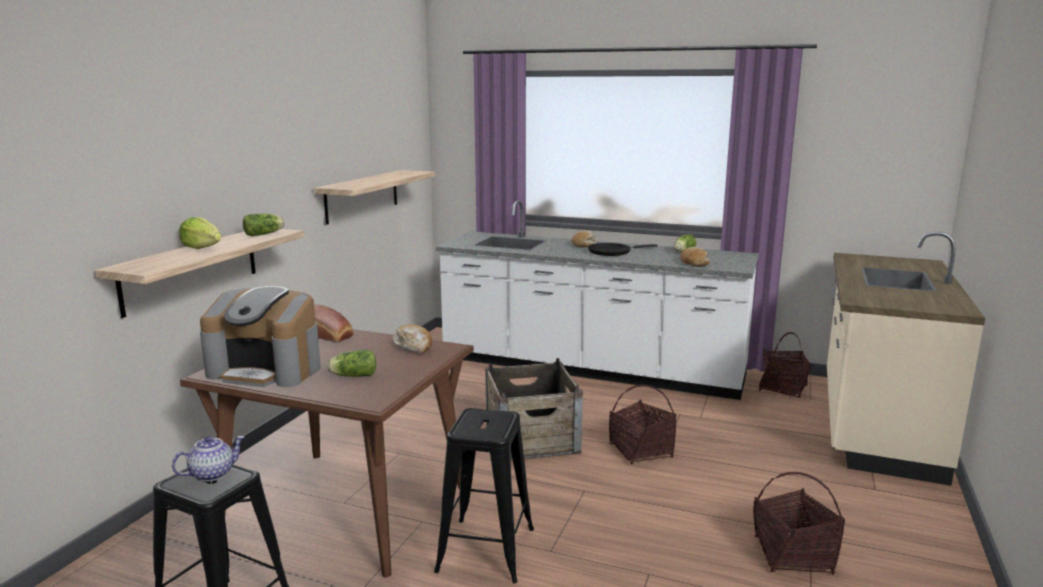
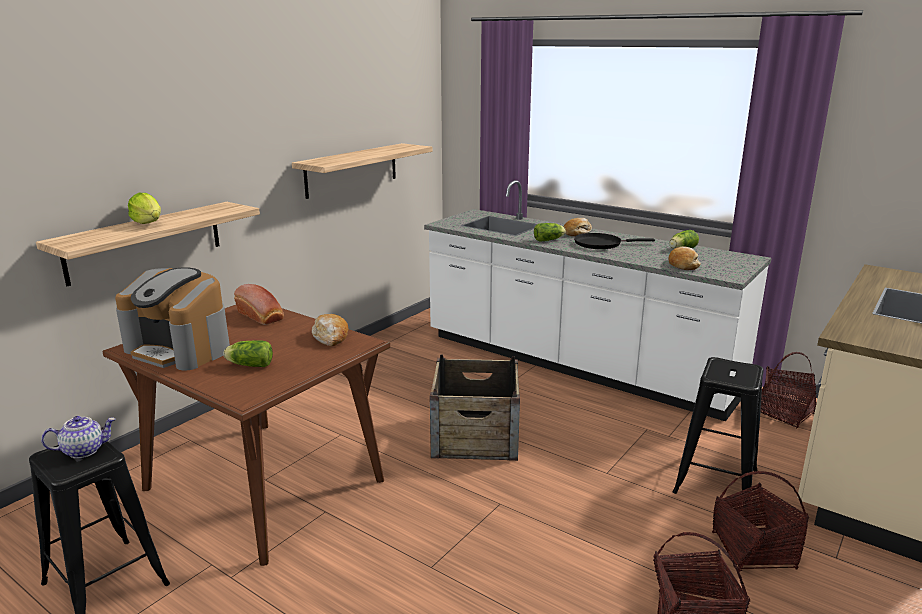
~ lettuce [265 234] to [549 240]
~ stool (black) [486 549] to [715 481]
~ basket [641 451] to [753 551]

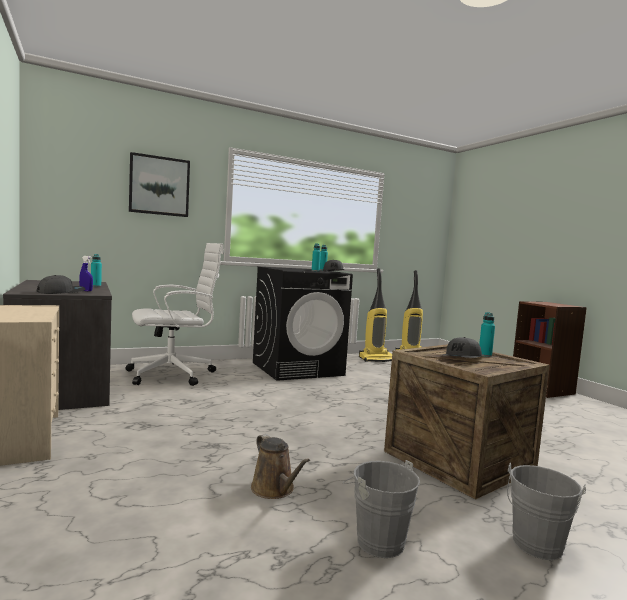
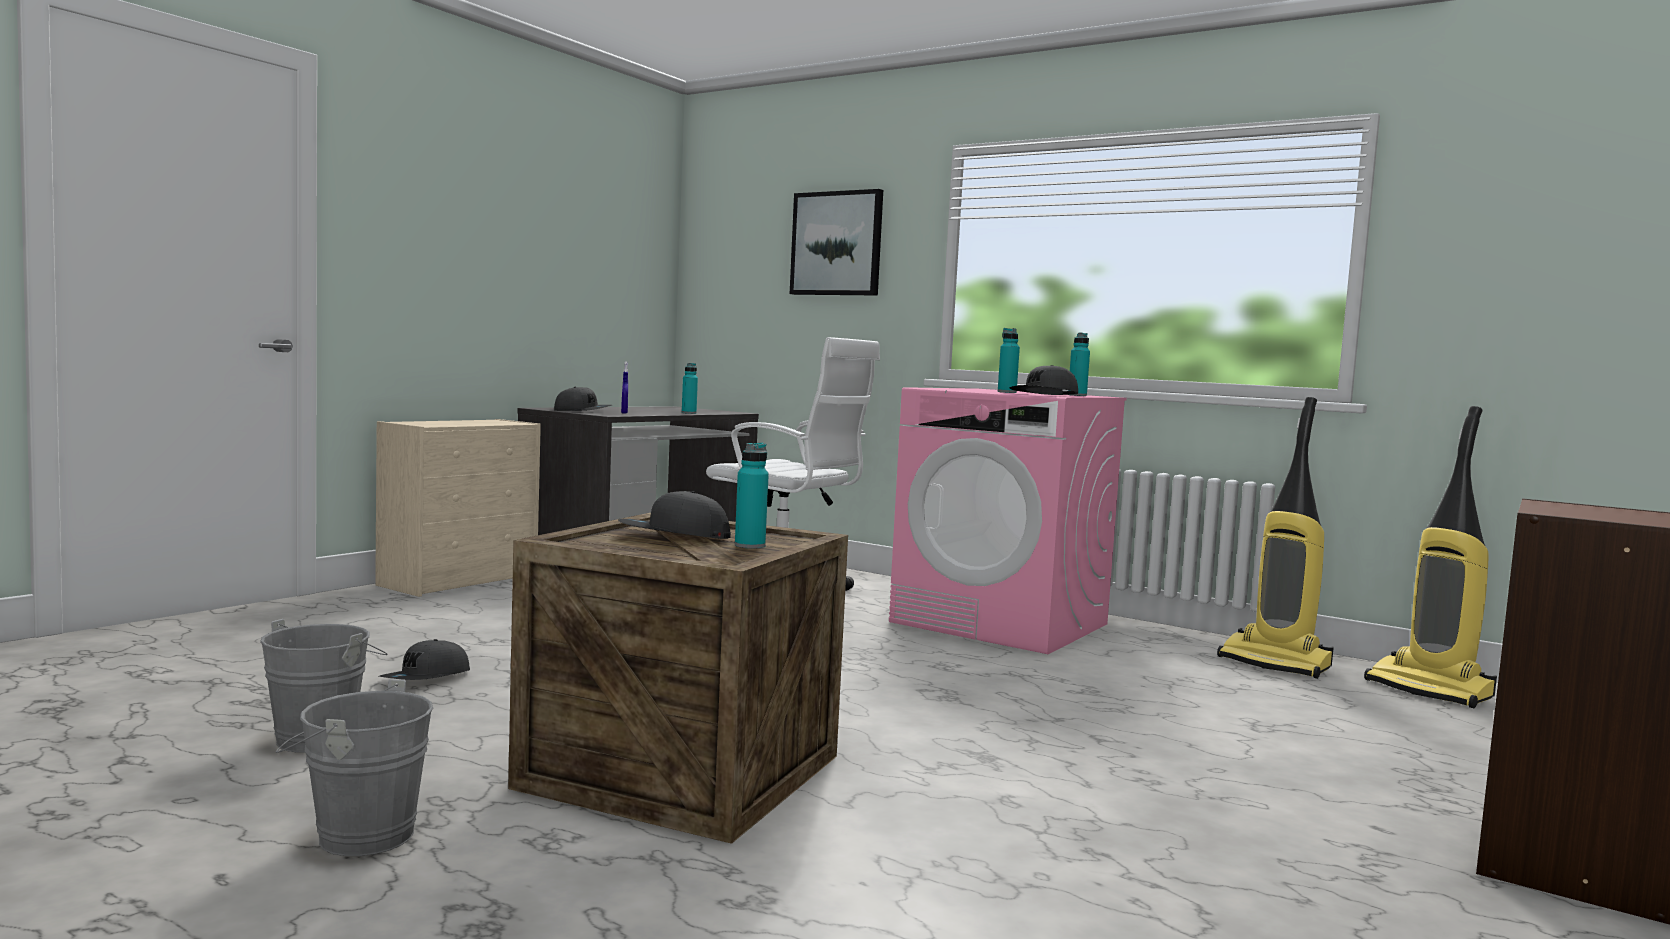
~ watering can (brown) [275 489] to cap (grey) [426 678]
~ washing machine (black) [298 369] to washing machine (pink) [1001 623]

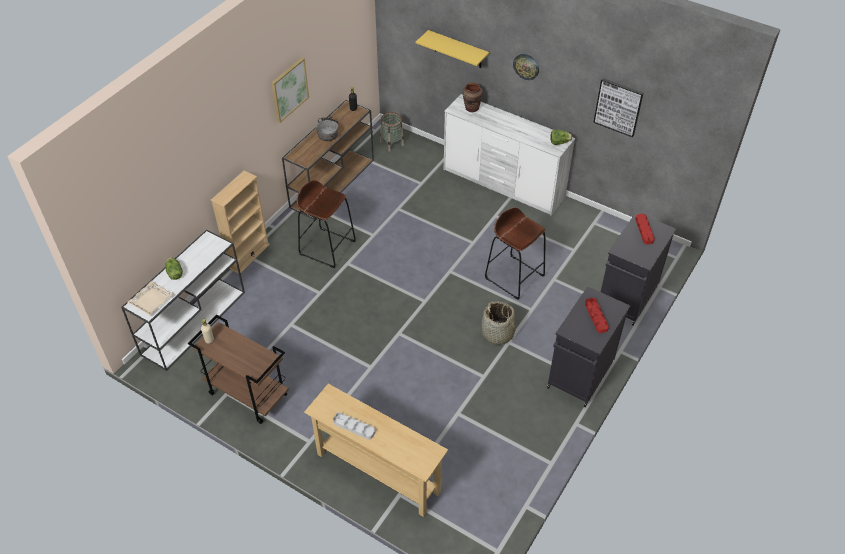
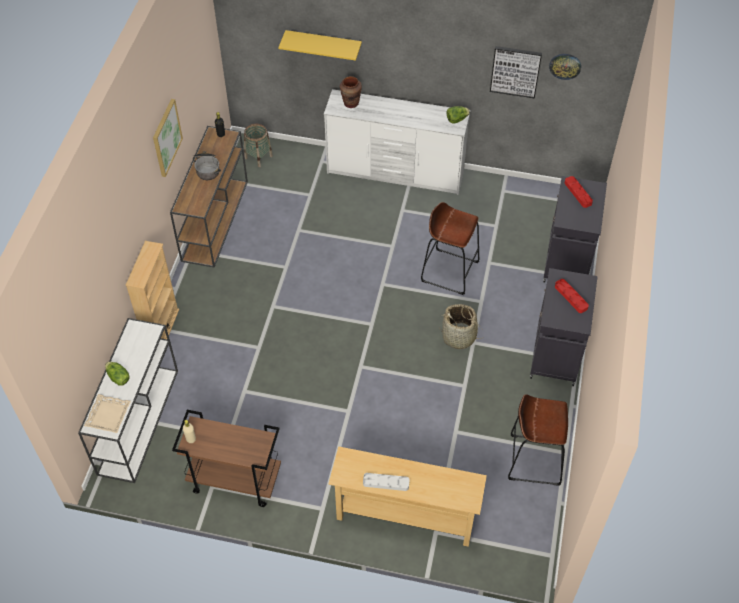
~ stool (brown) [327 247] to [534 459]
~ wall clock [526 66] to [565 66]

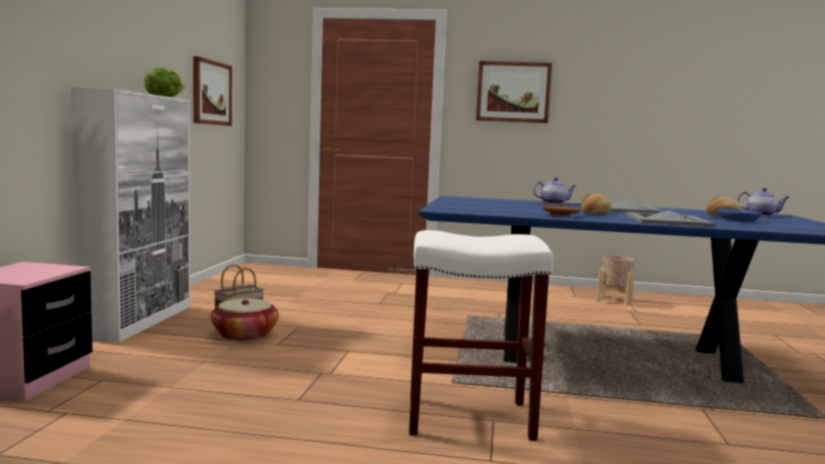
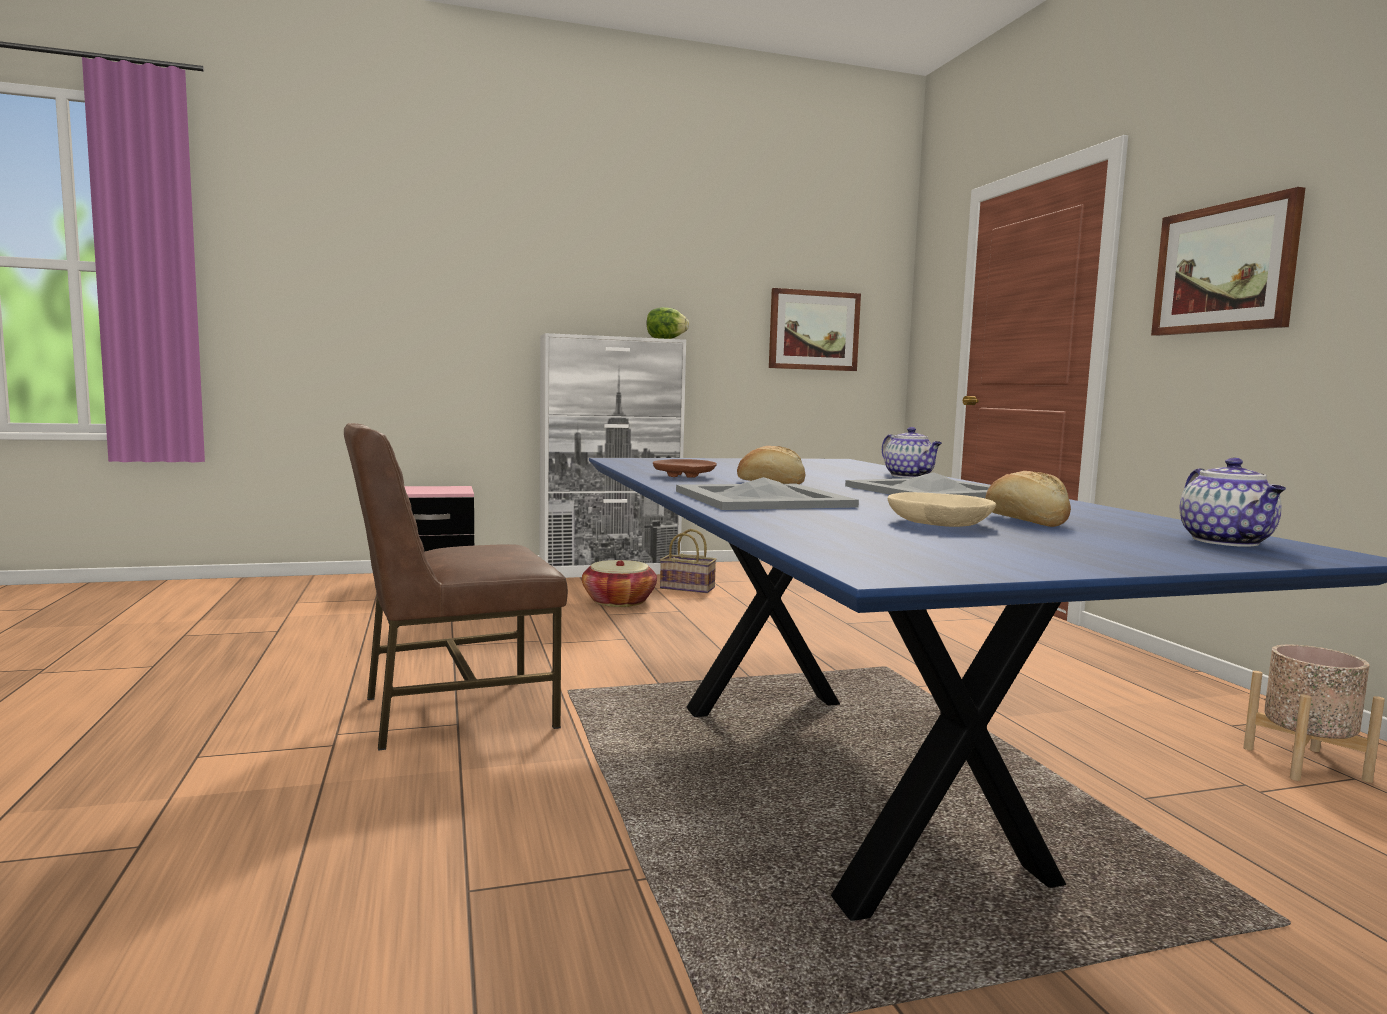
~ stool (white) [467 418] to chair (brown) [455 711]
~ bowl (blue) [738 220] to bowl (beige) [939 523]

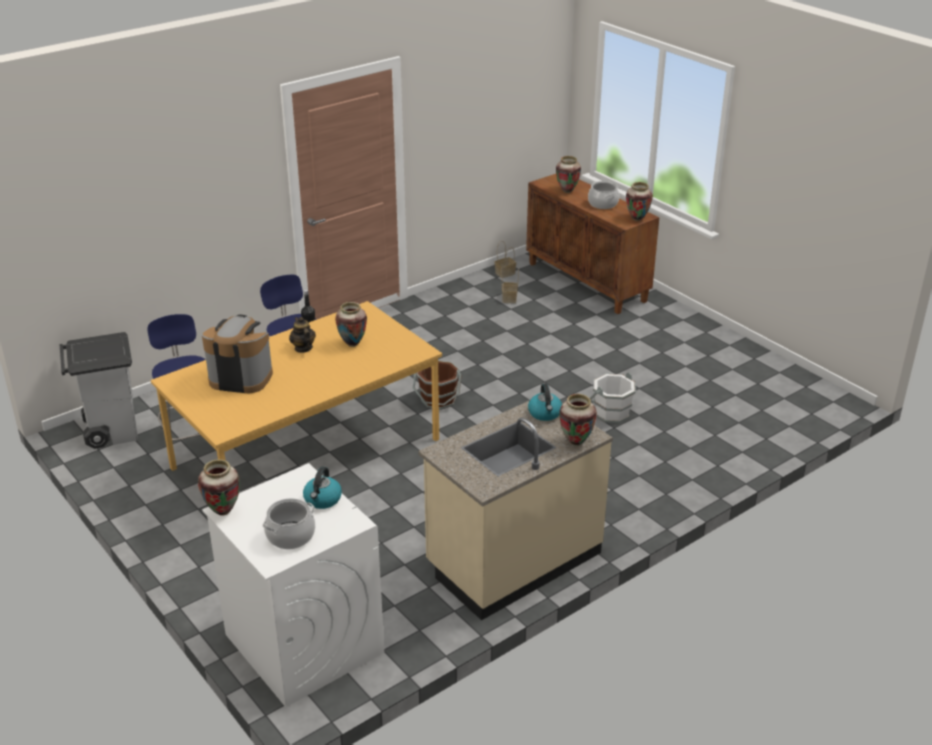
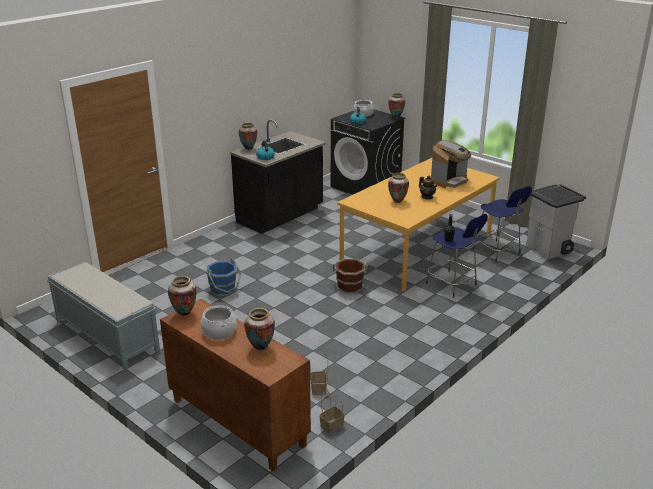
+ bench (grey) [106 334]
~ bucket (white) [611 413] to bucket (blue) [223 289]
~ counter (beige) [513 560] to counter (black) [280 216]
~ washing machine (white) [303 643] to washing machine (black) [366 186]
~ coffee machine [240 378] = [449 181] 45 degrees counterclockwise

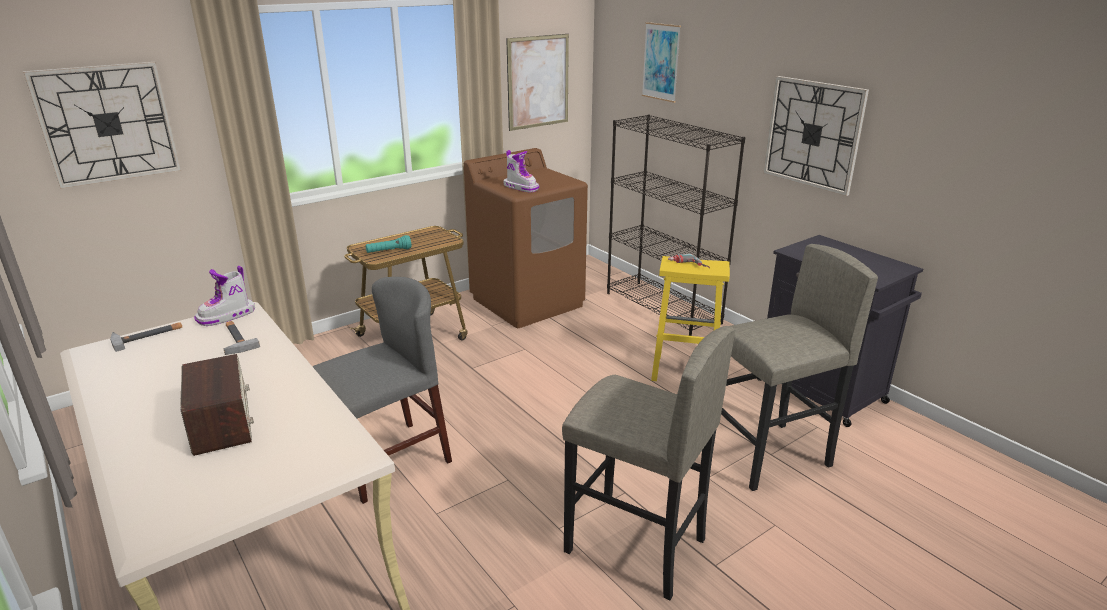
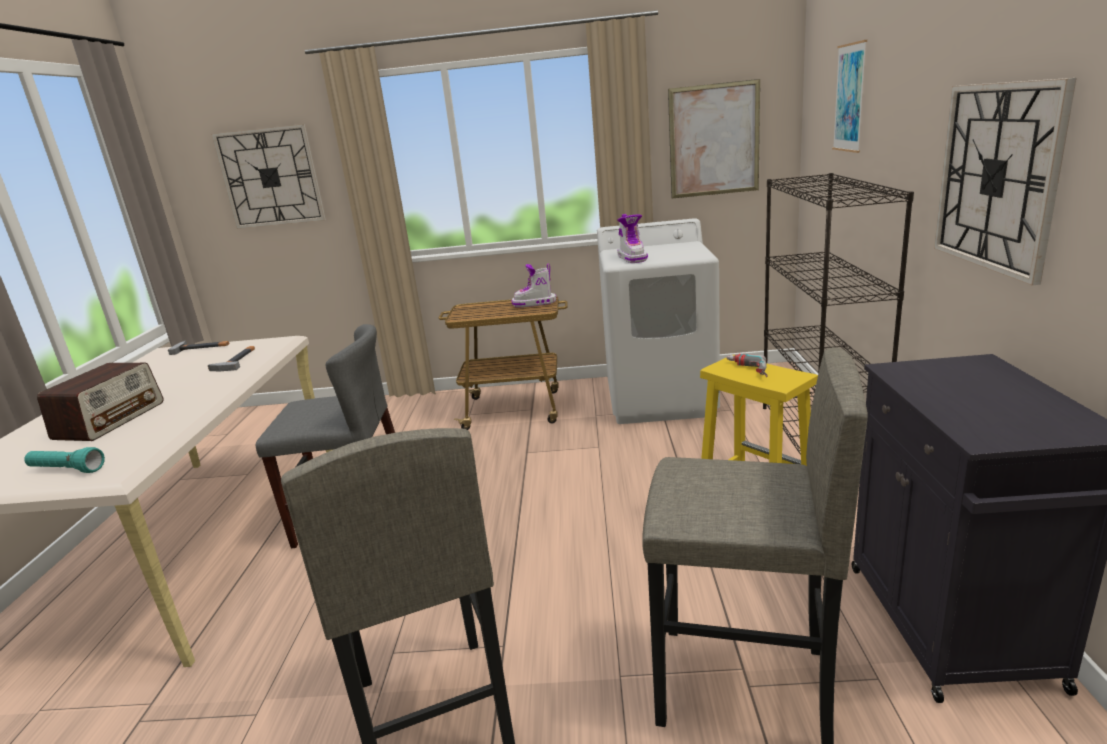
~ flashlight (turquoise) [389 251] to [67 470]
~ boot [227 316] to [534 303]
~ washing machine (brown) [528 302] to washing machine (white) [661 399]

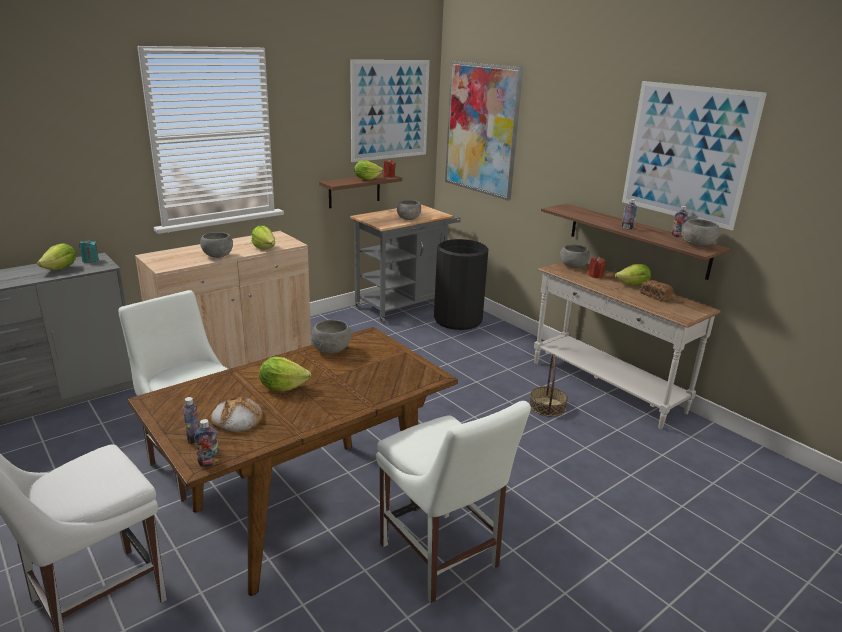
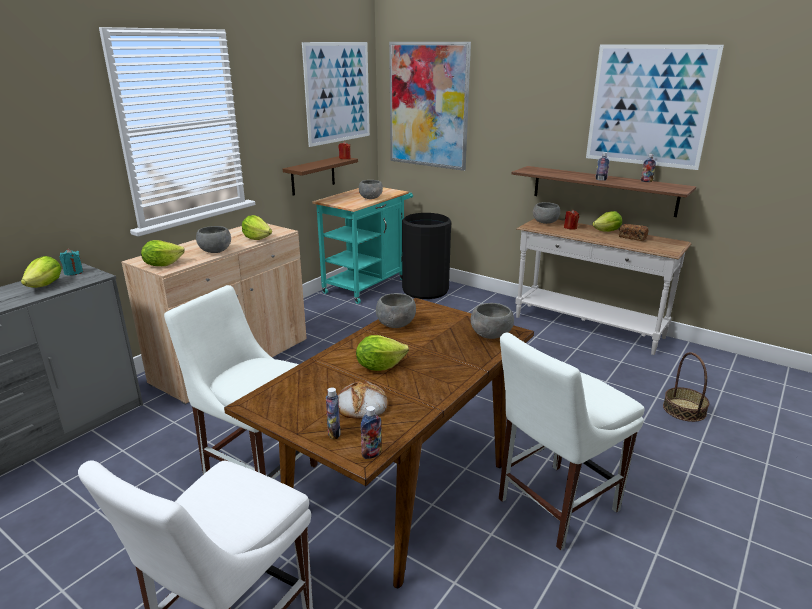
~ lettuce [366 179] to [162 264]
~ cart (grey) [404 305] to cart (turquoise) [368 284]
~ bowl (grey) [697 245] to [490 335]
~ chair (white) [442 559] = [553 506] 105 degrees clockwise
~ basket [547 406] to [684 410]

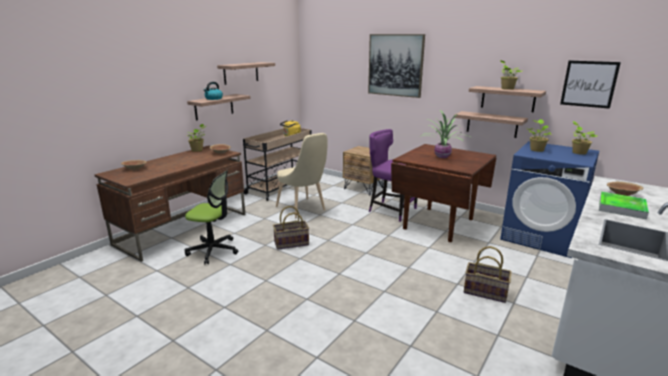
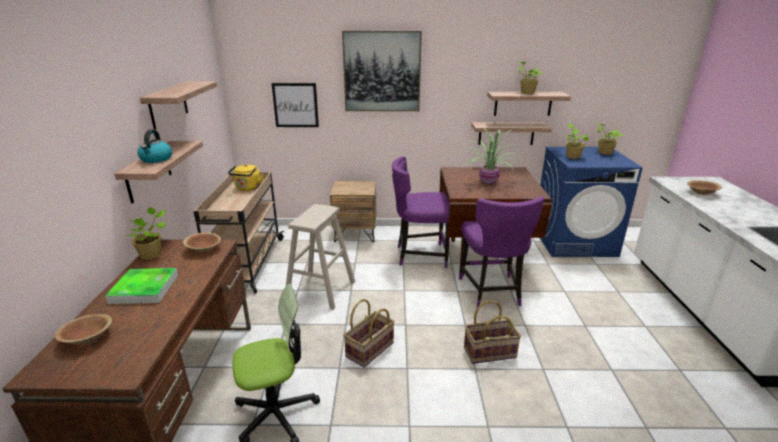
~ tray [621 208] to [144 289]
~ picture [589 84] to [295 105]
~ chair (beige) [303 209] to stool (beige) [320 290]
+ chair (purple) [491 292]
~ basket [485 292] to [489 352]

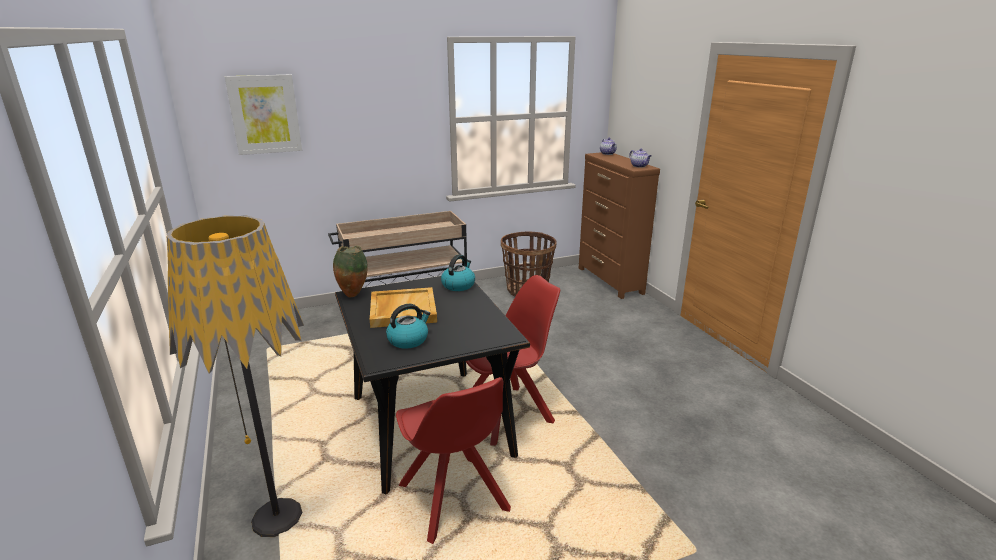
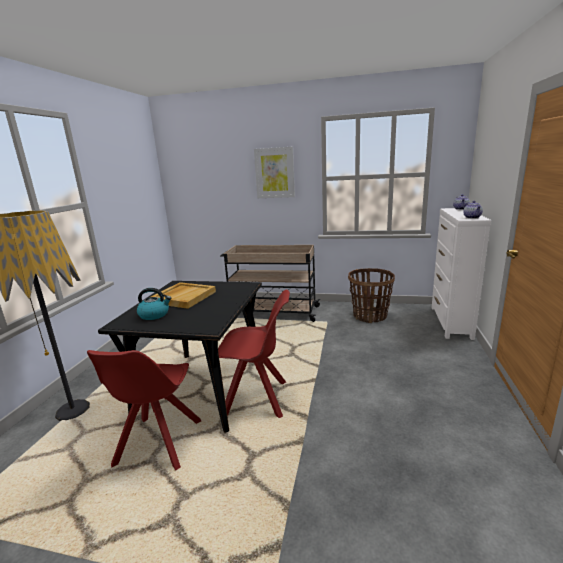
~ picture [265 114] to [274 173]
~ dresser (brown) [610 281] to dresser (white) [450 322]
- vase [353 295]
- kettle [458 285]

